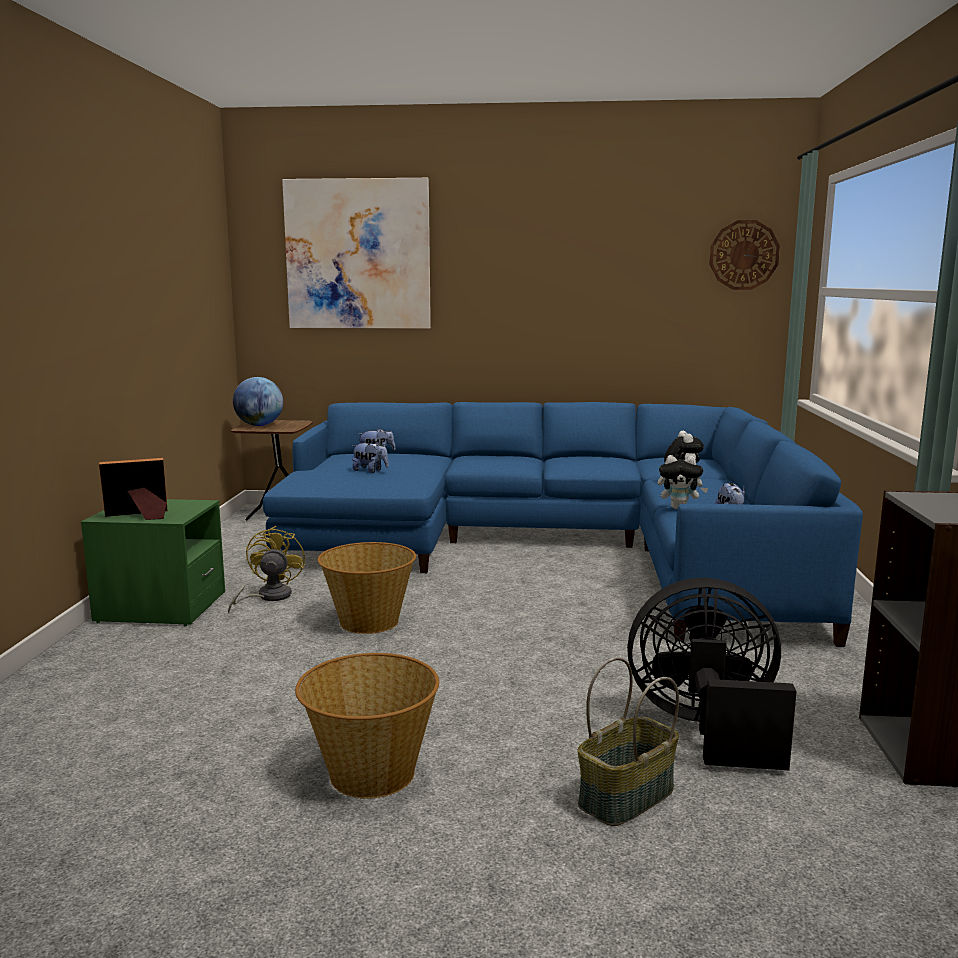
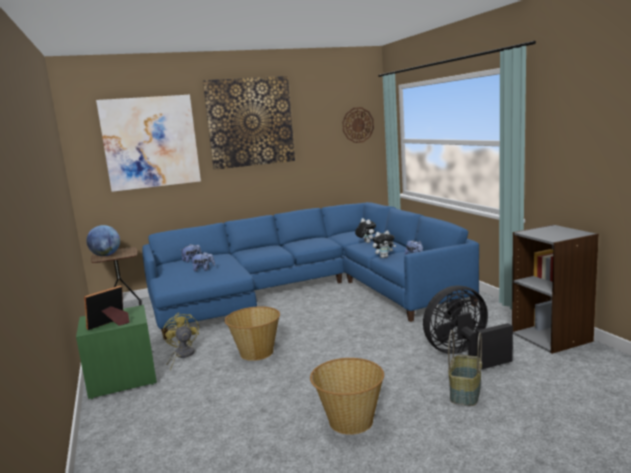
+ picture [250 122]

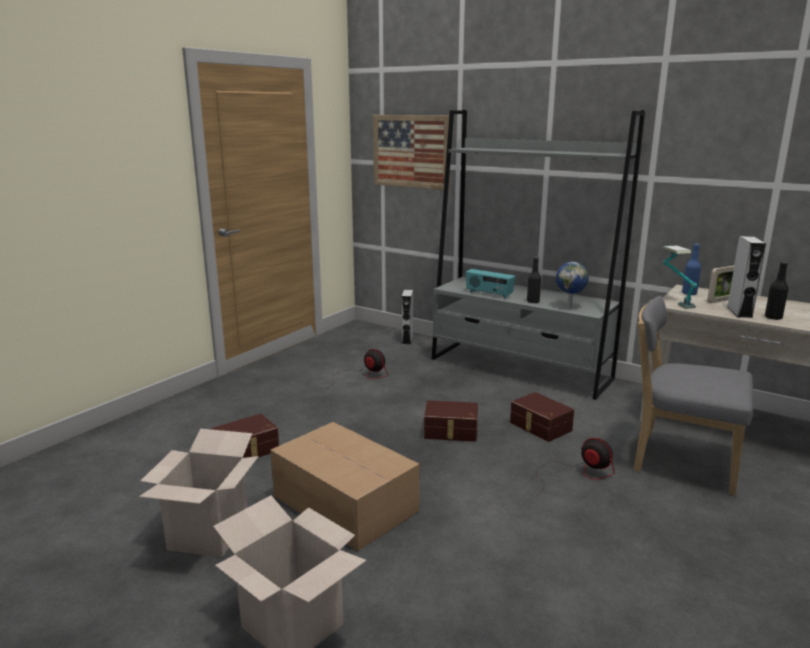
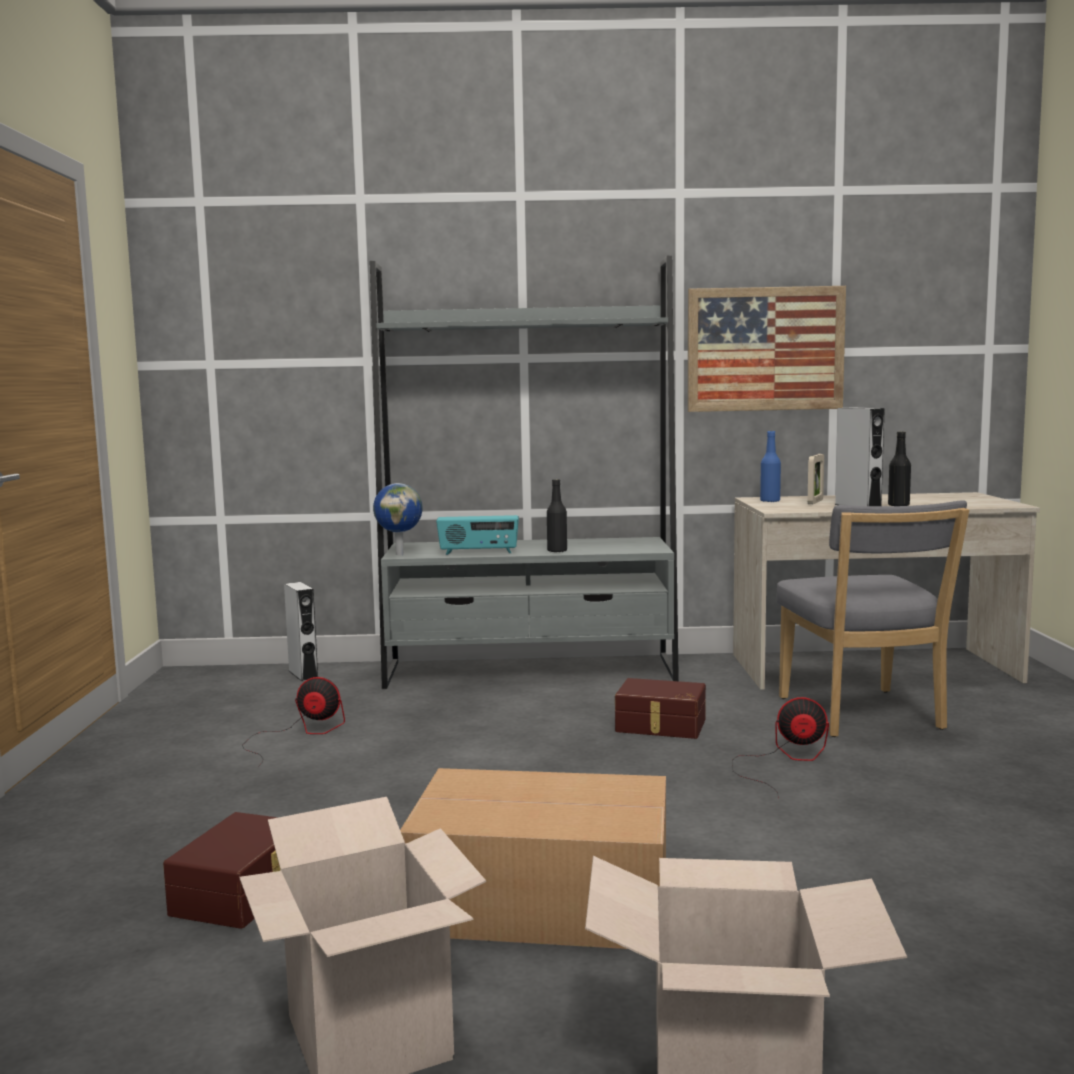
~ globe [569 307] to [400 554]
~ picture [411 151] to [765 349]
~ chair (grey) [679 461] = [863 716] 90 degrees counterclockwise
- storage box (brown) [451 431]
- table lamp [674 301]

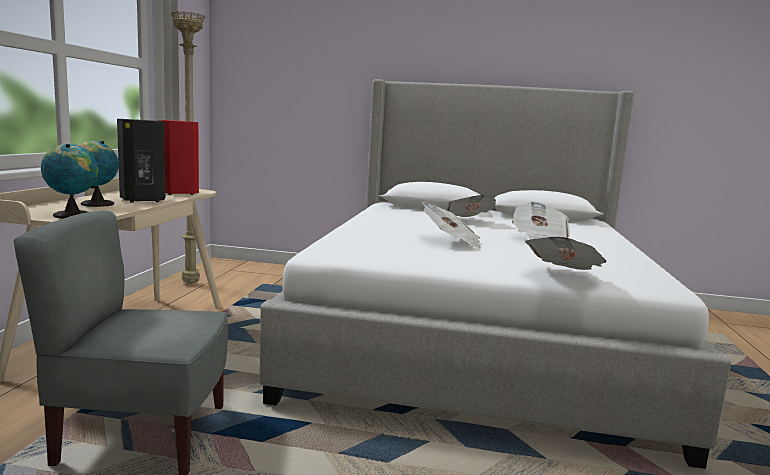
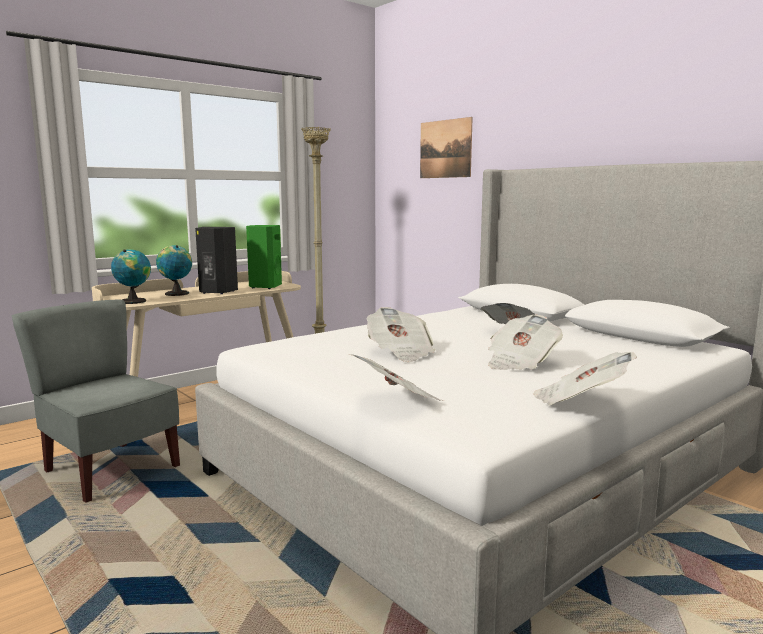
~ speaker (red) [178 193] to speaker (green) [264 287]
+ picture [445 149]
+ newspaper [579 402]

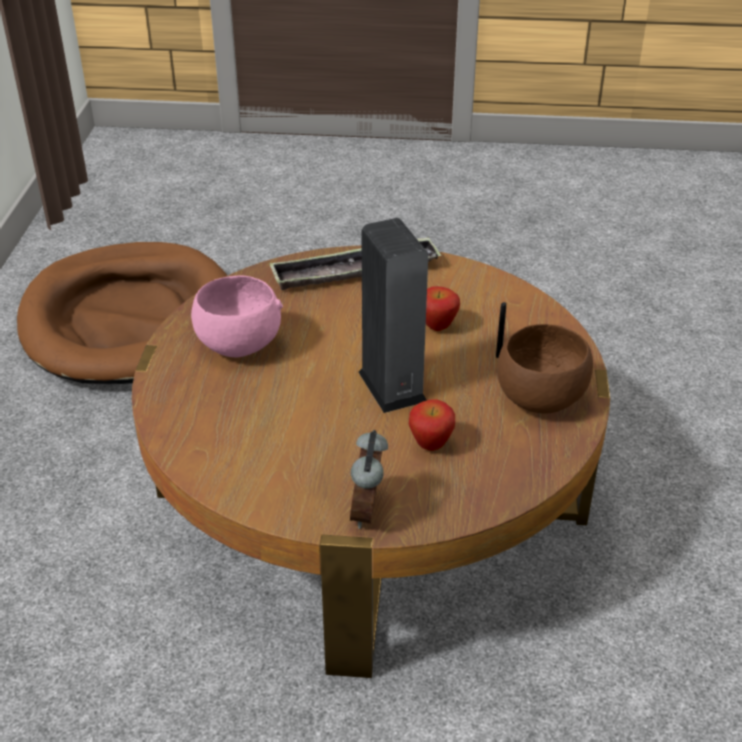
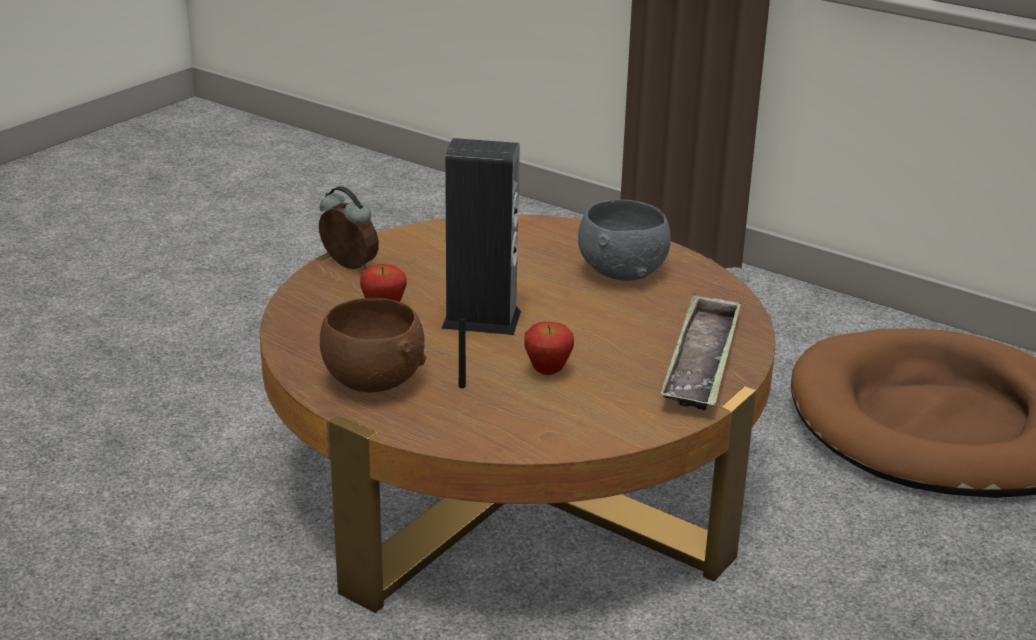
~ bowl (pink) [237 345] to bowl (grey) [623 272]

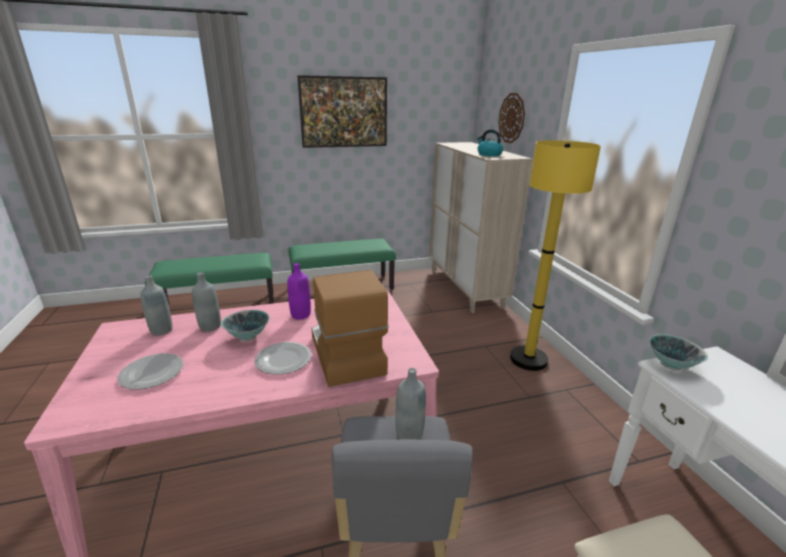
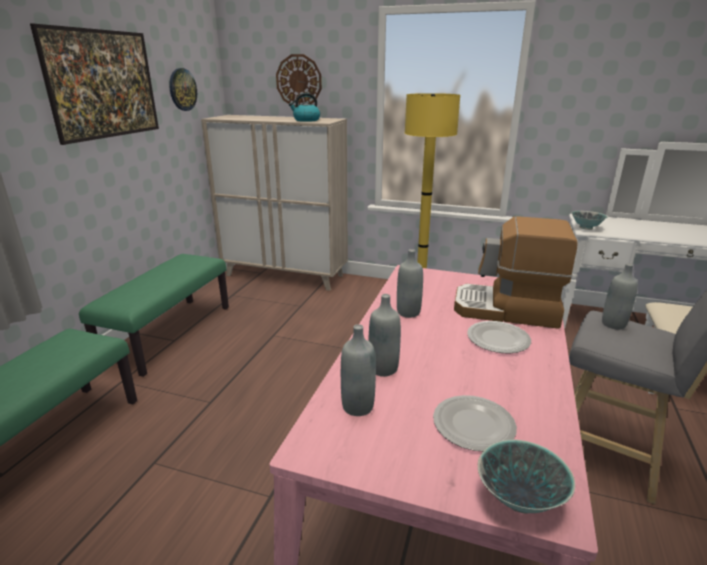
+ wall clock [182 89]
~ bottle (purple) [300 315] to bottle (grey) [408 312]
~ bowl [248 337] to [520 499]

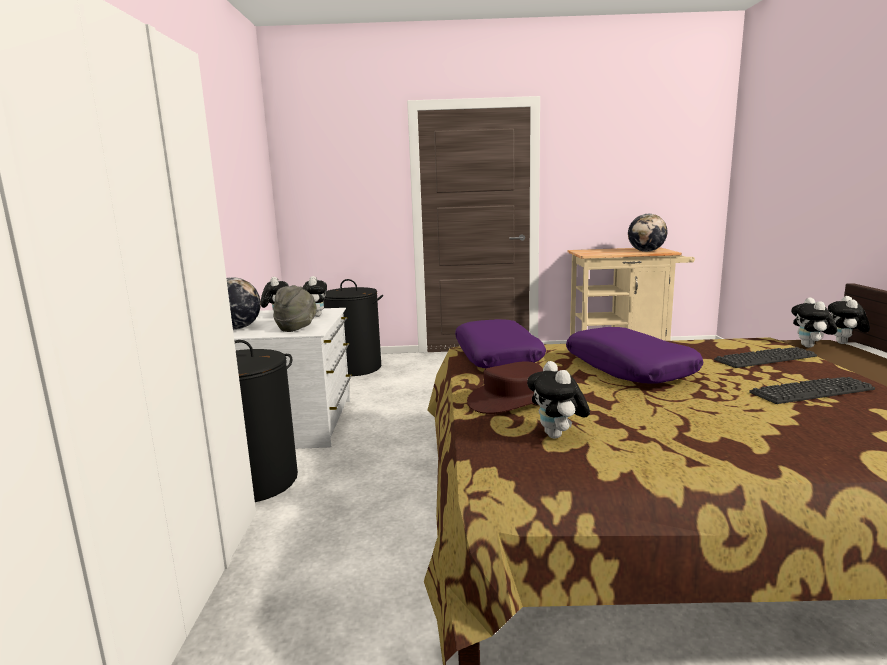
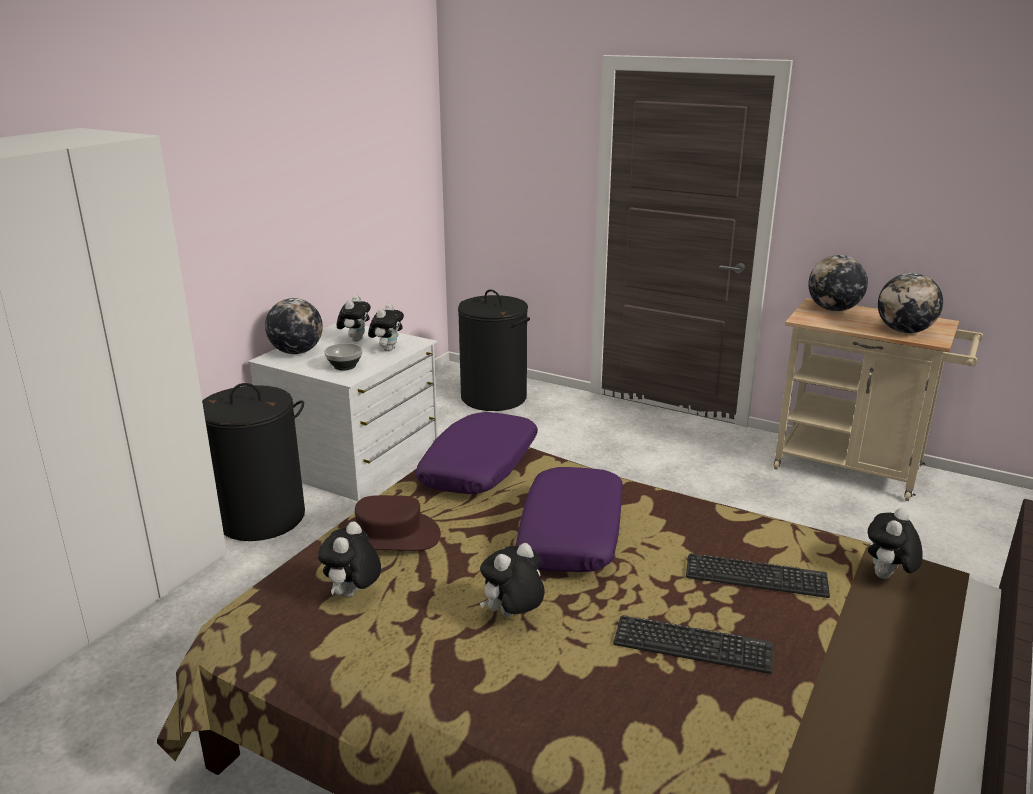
~ hat (grey) [296 328] to bowl [344 366]
~ plush toy [844 343] to [512 616]
+ globe [833 309]

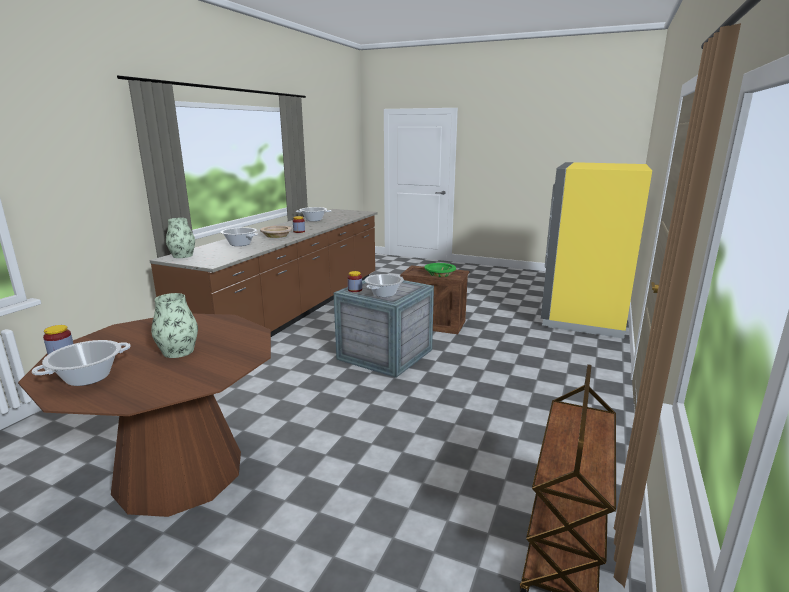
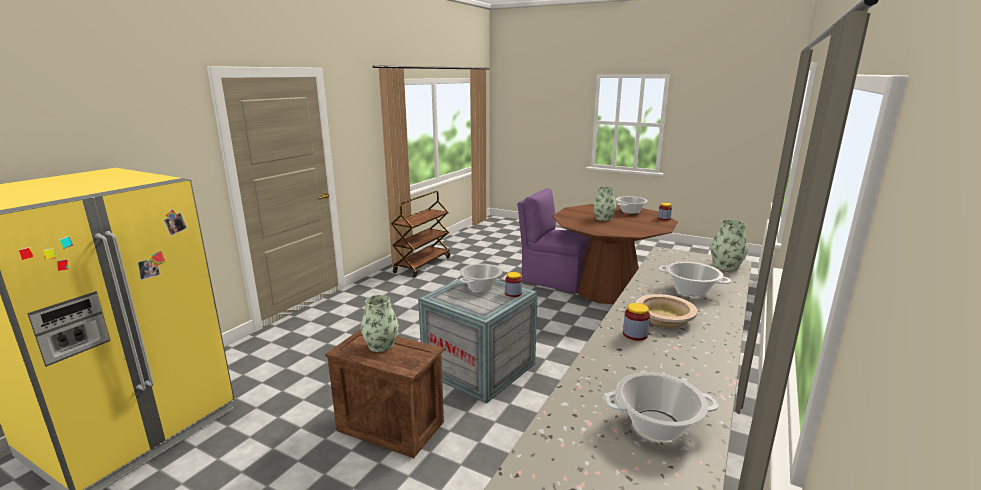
~ bowl (green) [440 274] to vase [381 345]
+ chair (purple) [554 279]

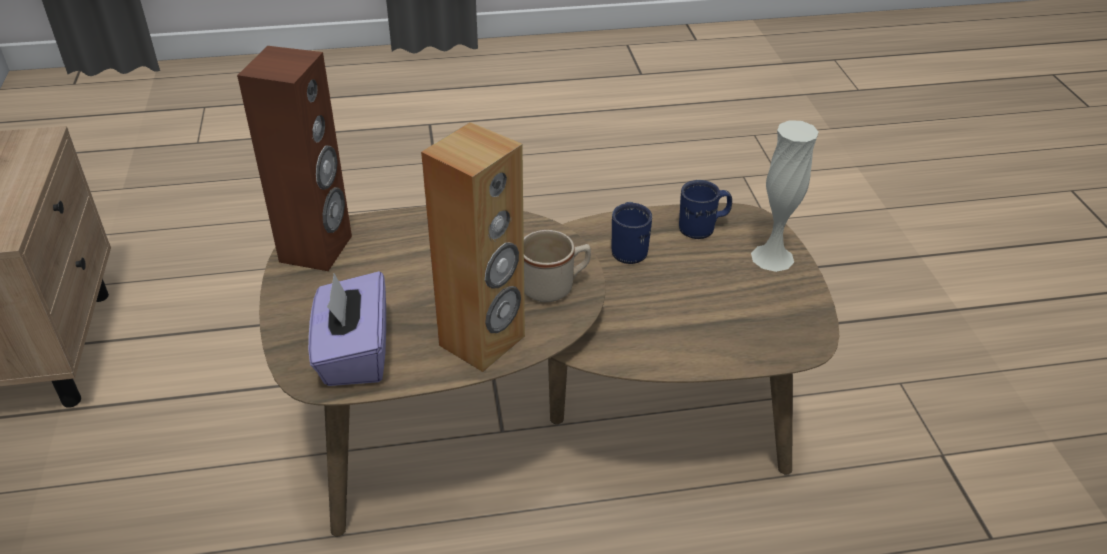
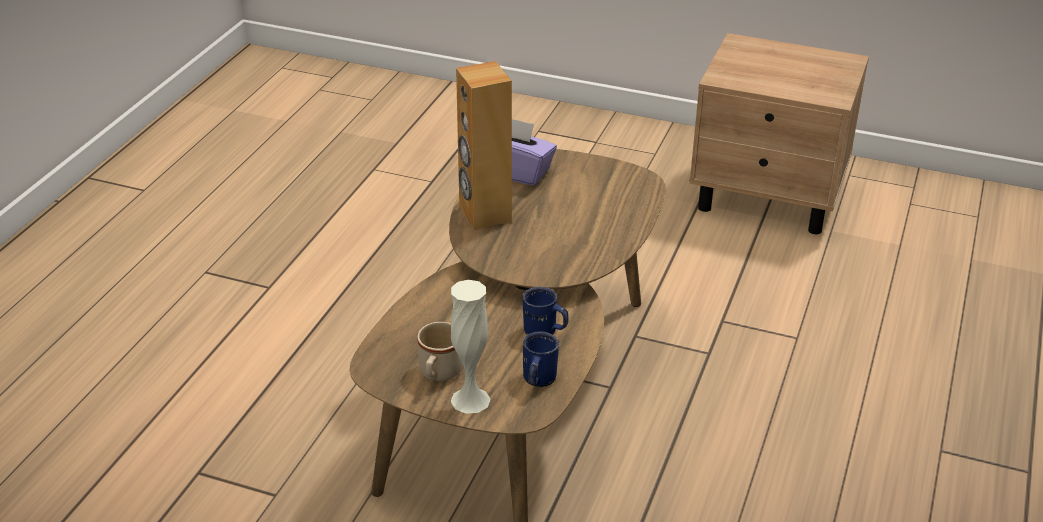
~ mug (beige) [555 286] to [438 374]
- speaker (brown) [317 249]

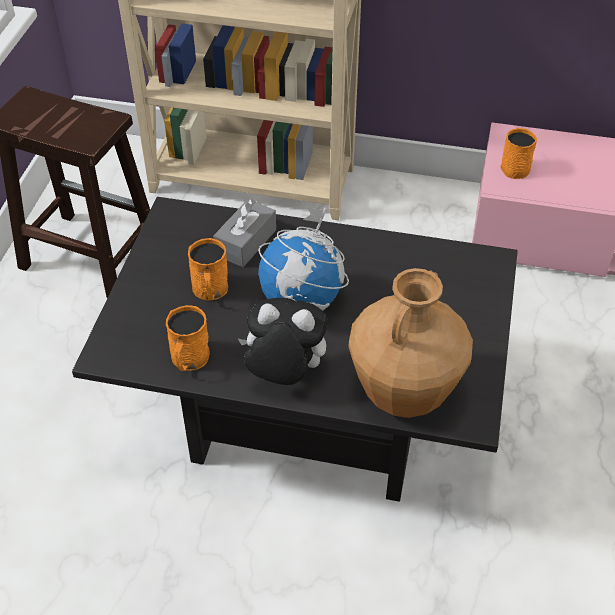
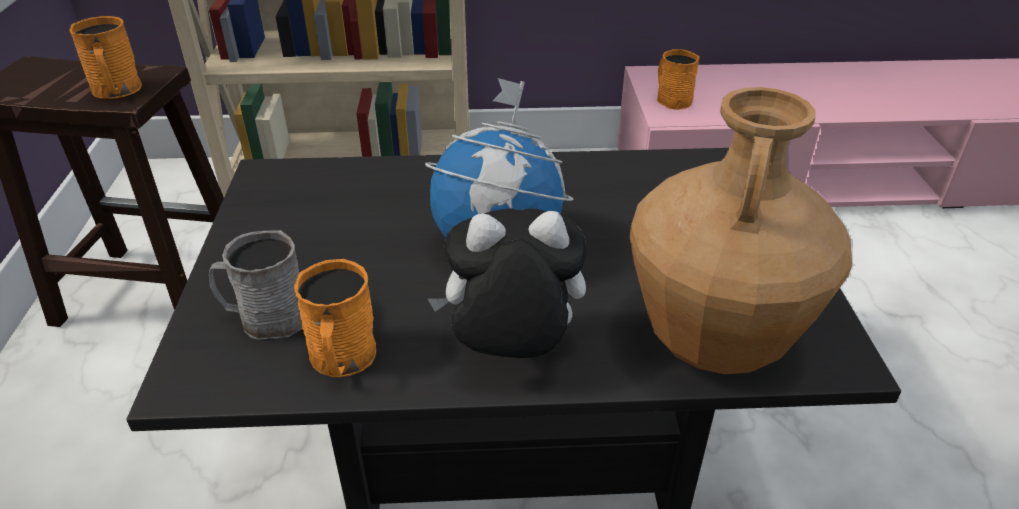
~ mug (orange) [210 291] to [117 91]
+ mug (grey) [265 319]
- tissue box (grey) [246 242]

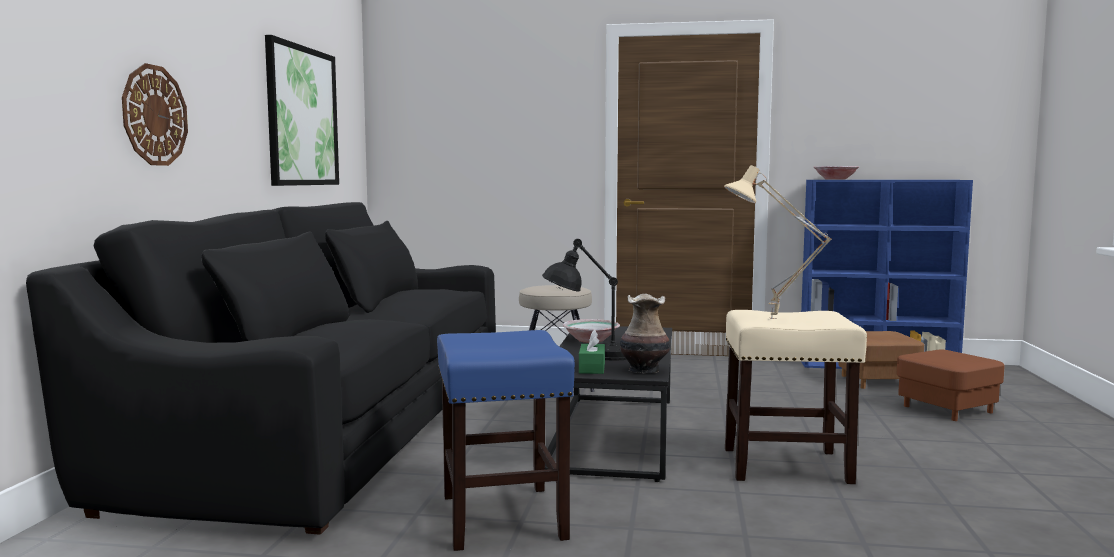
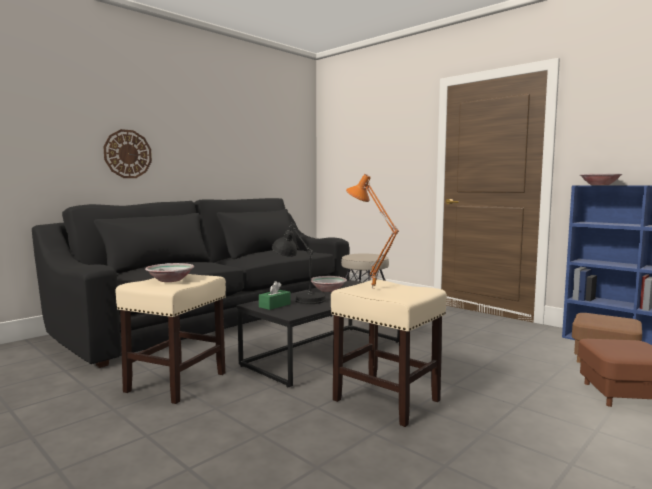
~ stool (blue) [501 516] to stool (beige) [177 382]
+ bowl [171 280]
~ table lamp (beige) [772 319] to table lamp (orange) [371 288]
- picture [302 116]
- vase [643 370]

